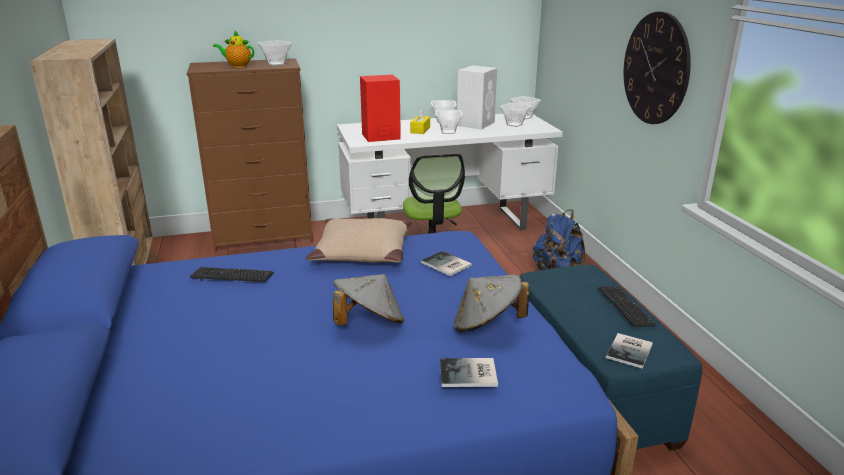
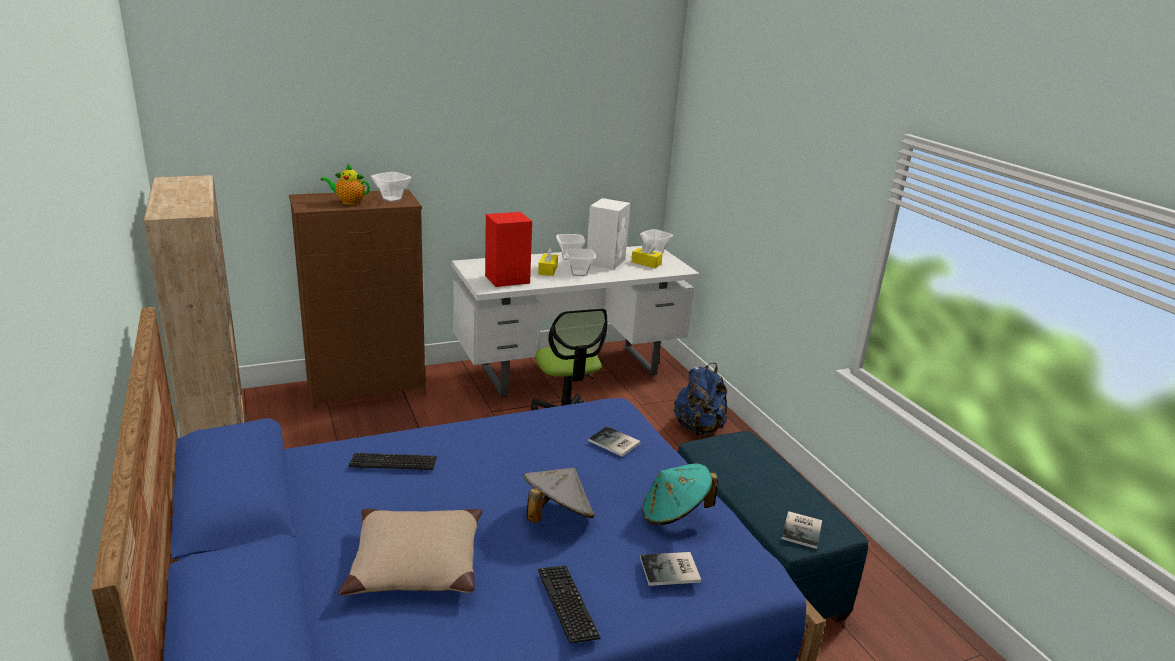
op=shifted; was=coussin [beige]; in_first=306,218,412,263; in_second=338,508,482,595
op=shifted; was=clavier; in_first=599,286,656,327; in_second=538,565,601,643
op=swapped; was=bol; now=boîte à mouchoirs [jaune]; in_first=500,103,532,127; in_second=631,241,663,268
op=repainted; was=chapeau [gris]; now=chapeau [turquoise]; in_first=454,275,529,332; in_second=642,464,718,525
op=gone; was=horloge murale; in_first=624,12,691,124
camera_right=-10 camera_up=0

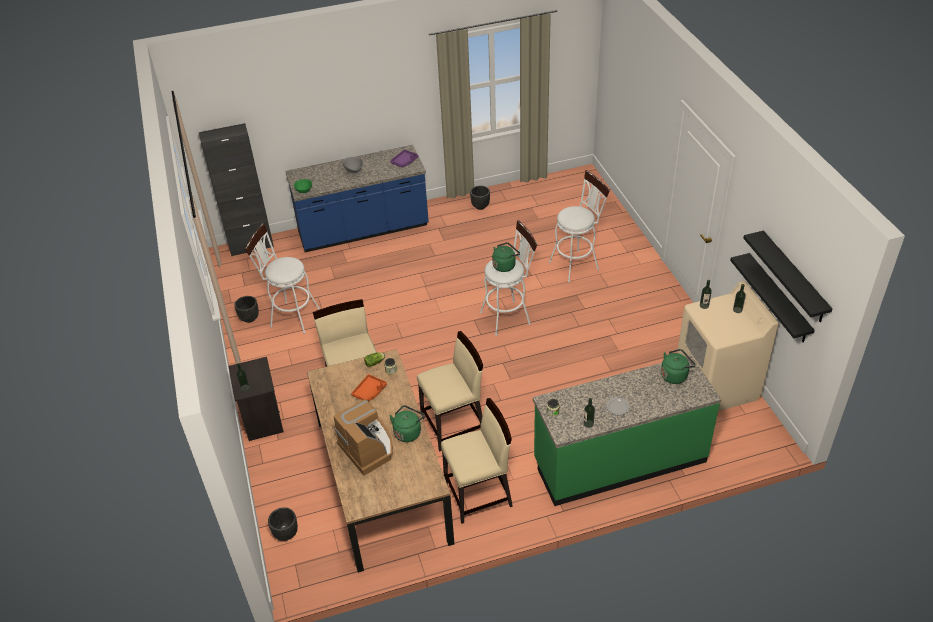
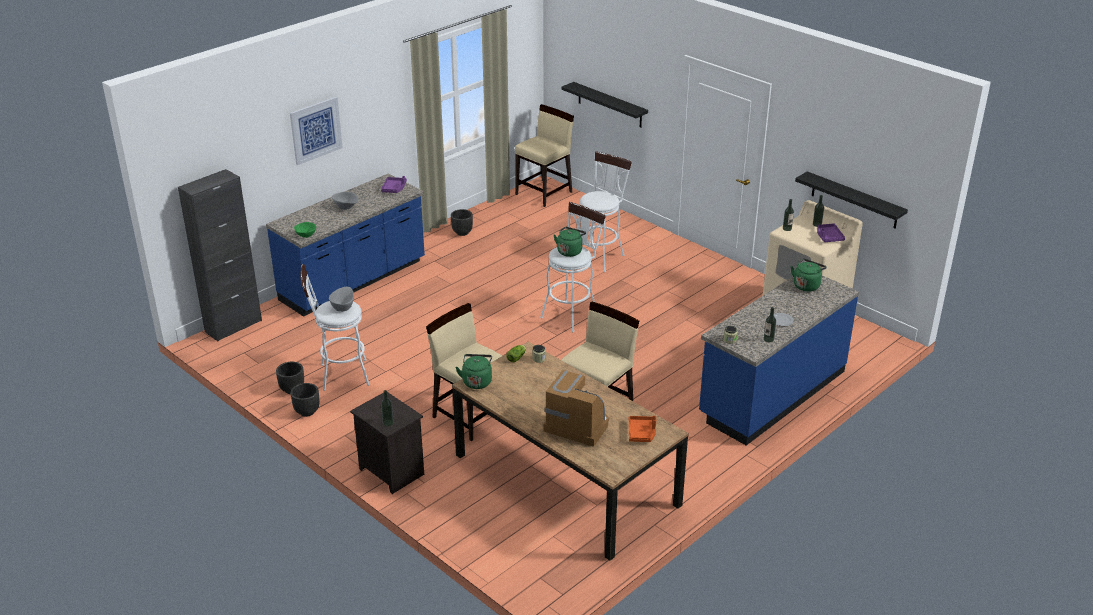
op=new; now=tableau; in_second=290,97,343,165
op=shifted; was=cache-pot [noir]; in_first=268,507,298,541; in_second=291,383,320,417
op=new; now=bol [gris]; in_second=329,287,354,312
op=shifted; was=bouilloire [vert]; in_first=389,405,425,442; in_second=455,354,492,389
op=shifted; was=chaise [beige]; in_first=441,398,513,524; in_second=515,104,574,207
op=shifted; was=étagère [noir]; in_first=743,231,832,322; in_second=562,82,648,128
op=shifted; was=plateau [orange]; in_first=351,374,387,401; in_second=629,416,656,442
op=repainted; was=comptoir de cuisine [vert]; now=comptoir de cuisine [bleu]; in_first=533,355,721,506; in_second=699,276,859,445
op=new; now=plateau [violet]; in_second=817,223,845,242
camera_right=-30 camera_up=-10

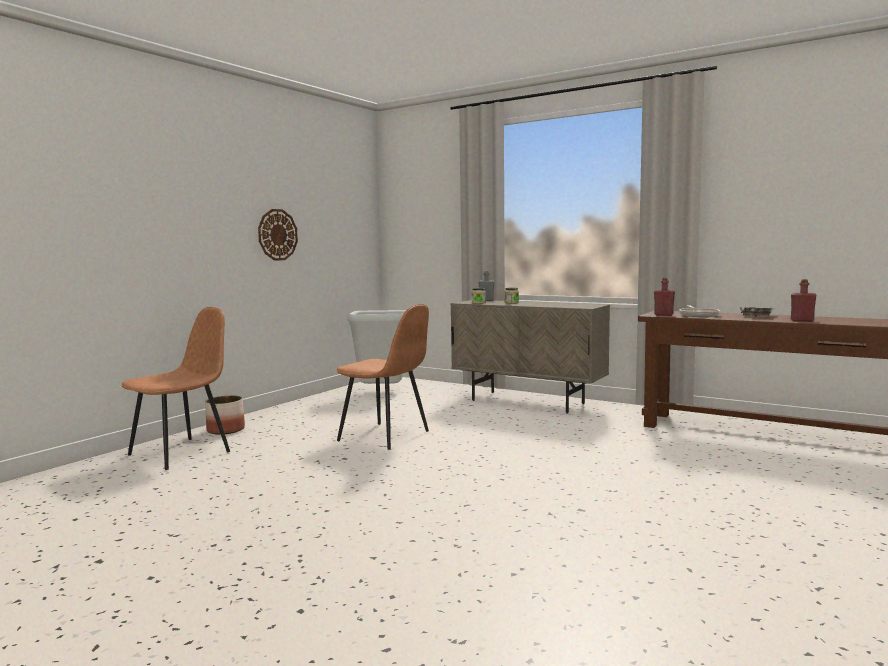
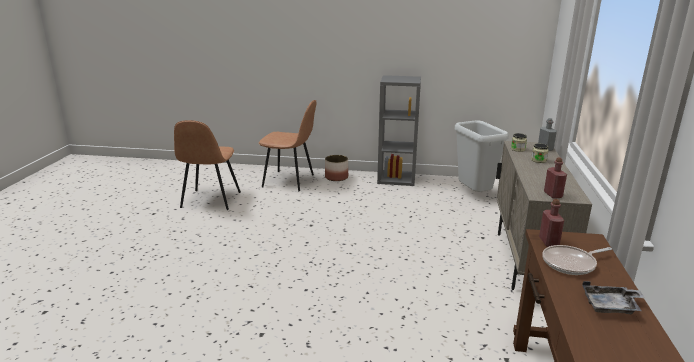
op=shifted; was=chaise [marron]; in_first=337,304,429,450; in_second=174,120,241,210
op=new; now=bibliothèque [gris]; in_second=377,75,421,186
op=shifted; was=bouteille [rouge]; in_first=791,279,816,322; in_second=544,157,567,199
op=gone; was=horloge murale; in_first=258,209,298,261
camera_right=65 camera_up=15

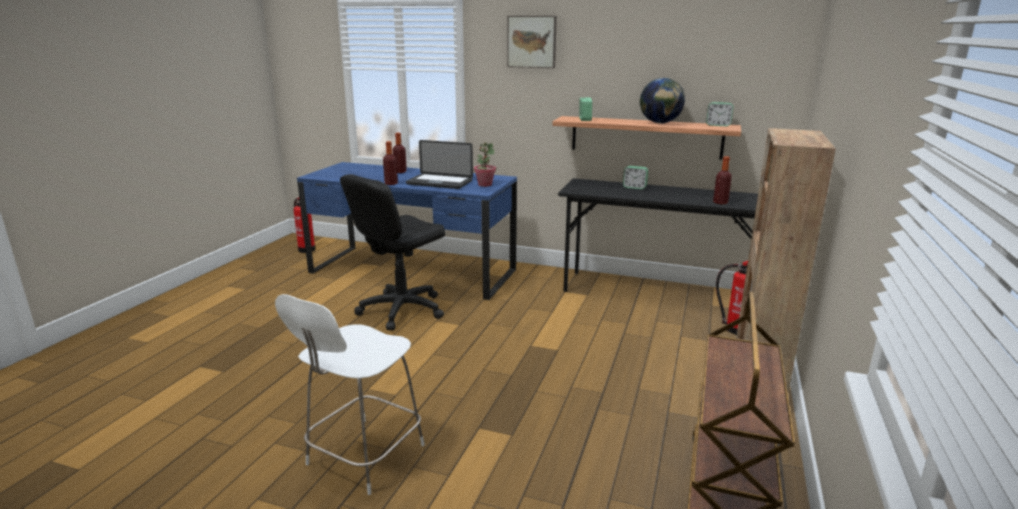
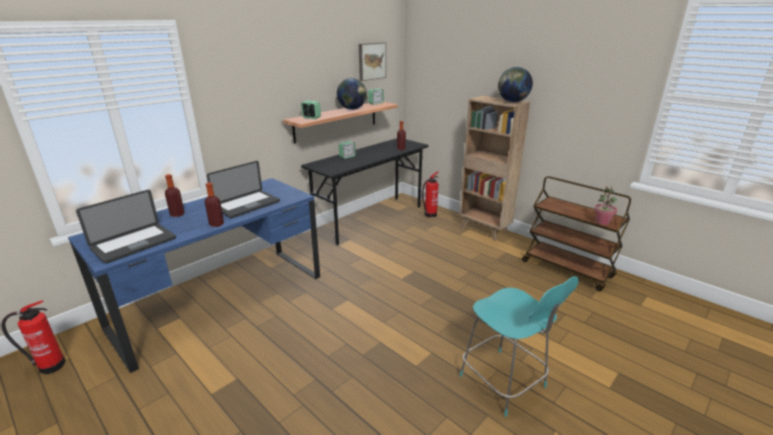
op=new; now=ordinateur portable; in_second=76,190,176,264
op=shifted; was=tableau; in_first=507,16,557,68; in_second=359,42,386,81
op=repainted; was=chaise [blanc]; now=chaise [turquoise]; in_first=275,294,425,495; in_second=460,276,579,417
op=new; now=globe; in_second=498,67,533,102
op=shifted; was=plante en pot; in_first=474,142,496,187; in_second=595,187,617,225
op=gone; was=chaise de bureau [noir]; in_first=340,174,445,330
camera_right=-65 camera_up=5

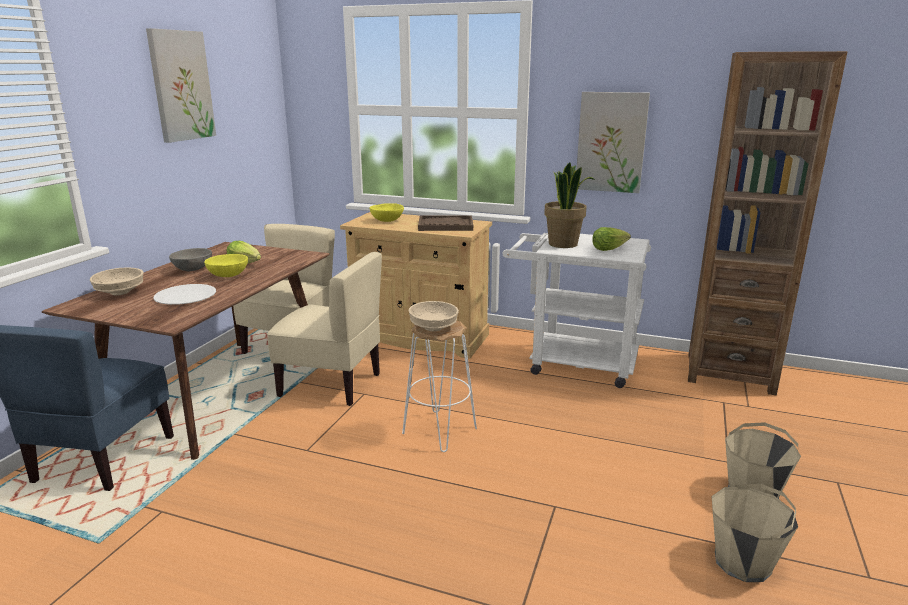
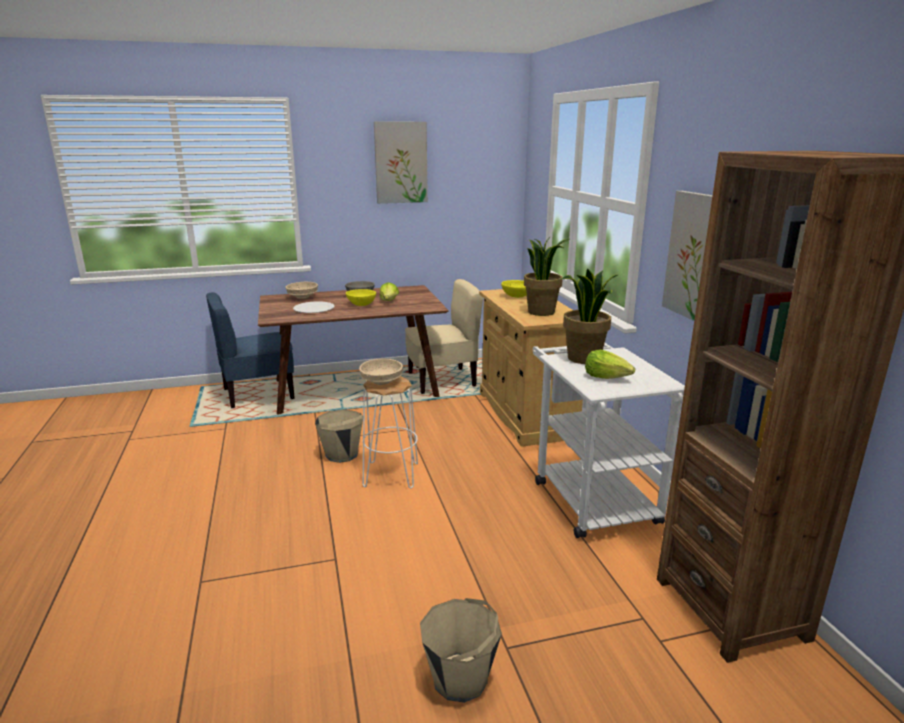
op=shifted; was=seau [beige]; in_first=711,484,798,582; in_second=315,409,363,463
op=swapped; was=plateau [marron]; now=plante en pot; in_first=418,215,473,231; in_second=524,237,569,316
op=gone; was=chaise [beige]; in_first=267,252,382,406
camera_right=55 camera_up=0

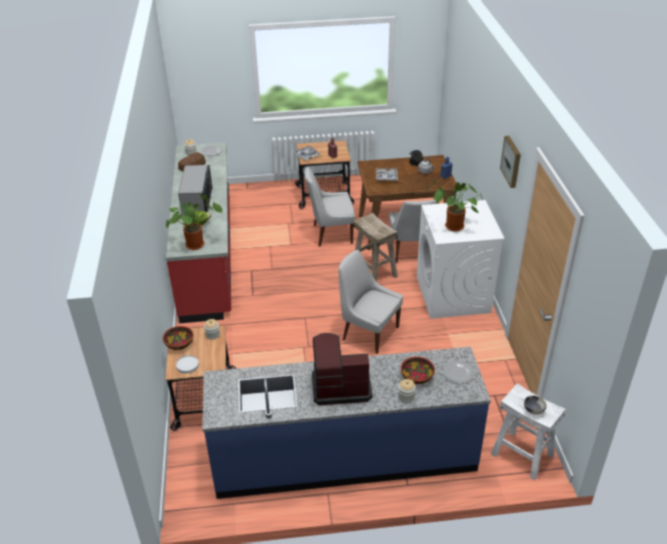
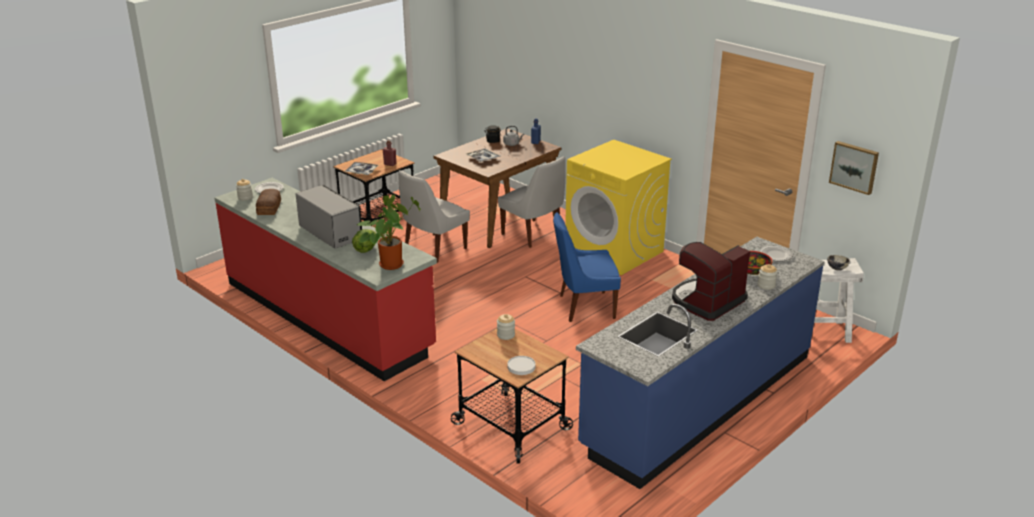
op=repainted; was=chaise [blanc]; now=chaise [bleu]; in_first=338,250,403,354; in_second=553,212,621,322
op=repainted; was=lave-linge [blanc]; now=lave-linge [jaune]; in_first=417,200,505,319; in_second=565,140,672,275
op=shifted; was=tableau; in_first=500,136,521,188; in_second=829,141,879,195
op=gone; was=bol; in_first=163,326,193,350
op=gone; was=tabouret [beige]; in_first=354,213,398,281
op=gone; was=plante en pot; in_first=426,178,483,231
camera_right=-40 camera_up=-10

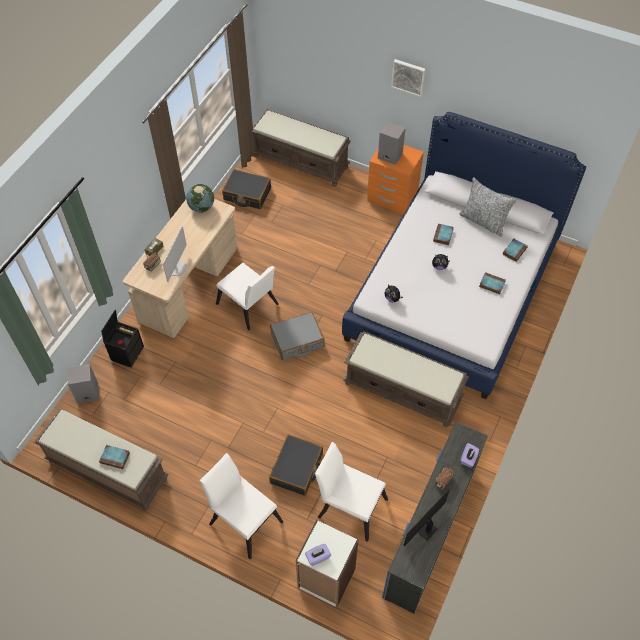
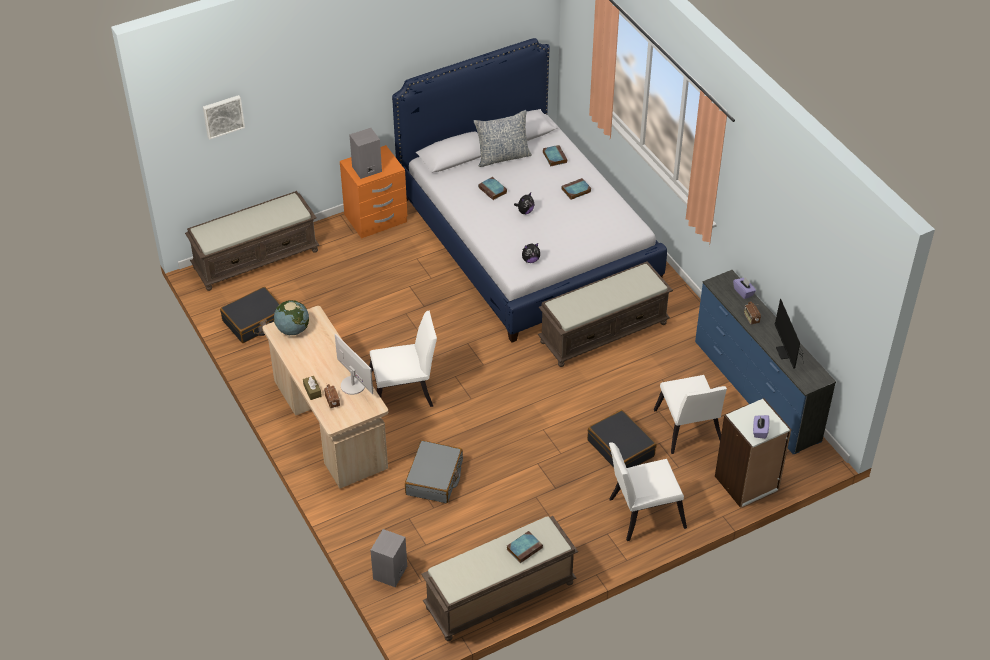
op=shifted; was=tableau; in_first=391,59,425,97; in_second=203,95,245,140
op=shifted; was=valise [gris]; in_first=270,312,325,360; in_second=405,440,463,503
op=rotated; was=chaise [blanc]; in_first=315,442,388,542; in_second=654,375,727,454; clockwise=-75
op=gone; was=boîte de rangement [noir]; in_first=101,309,144,368
camera_right=-55 camera_up=-10

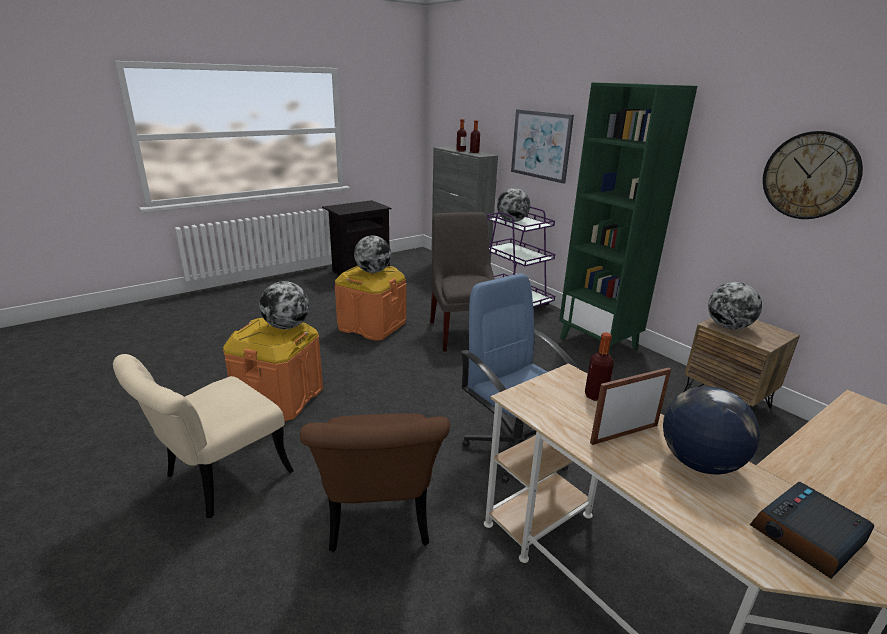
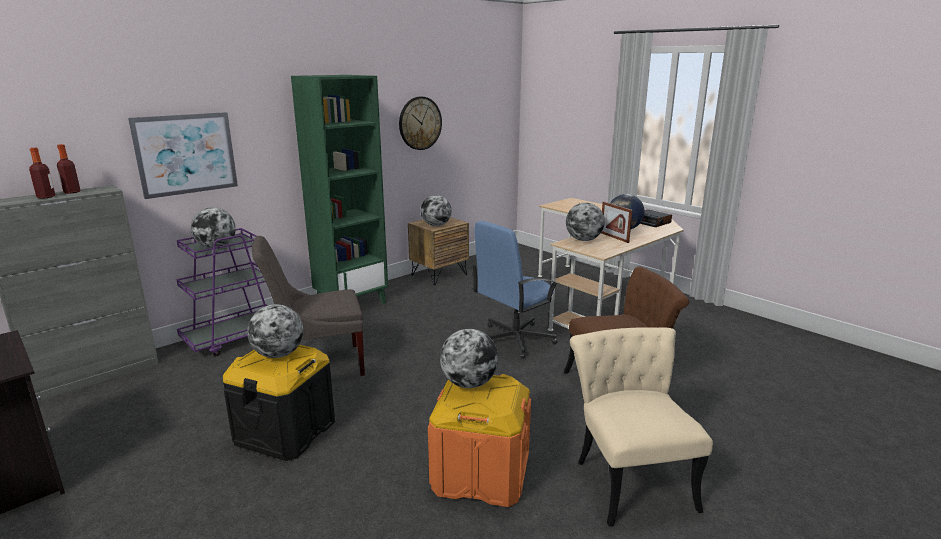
op=repainted; was=boîte de rangement [orange]; now=boîte de rangement [noir]; in_first=335,266,406,341; in_second=223,345,335,461
op=swapped; was=bouteille; now=globe; in_first=585,332,614,401; in_second=566,203,605,241
op=rotated; was=chaise [beige]; in_first=113,354,294,518; in_second=570,327,713,526; clockwise=-135
camera_right=-95 camera_up=-5

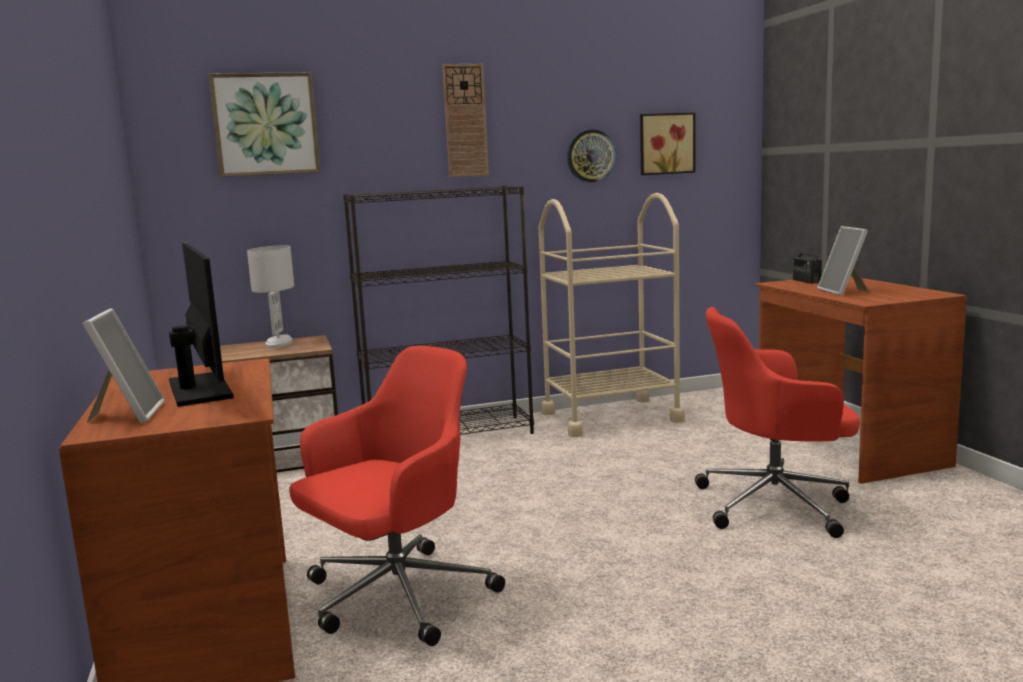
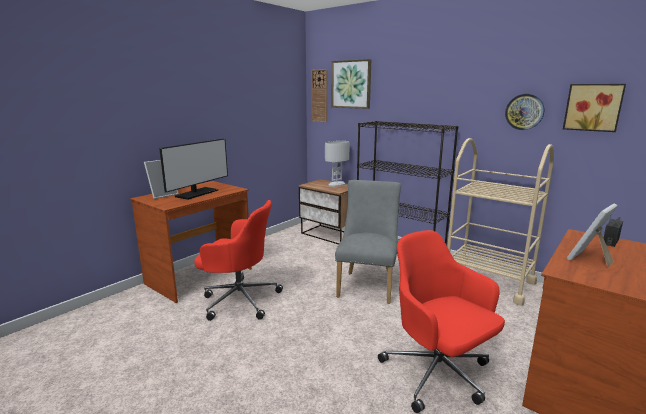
op=shifted; was=horloge murale; in_first=442,64,489,177; in_second=312,69,327,122
op=new; now=chaise [gris]; in_second=335,180,401,304
camera_right=55 camera_up=5

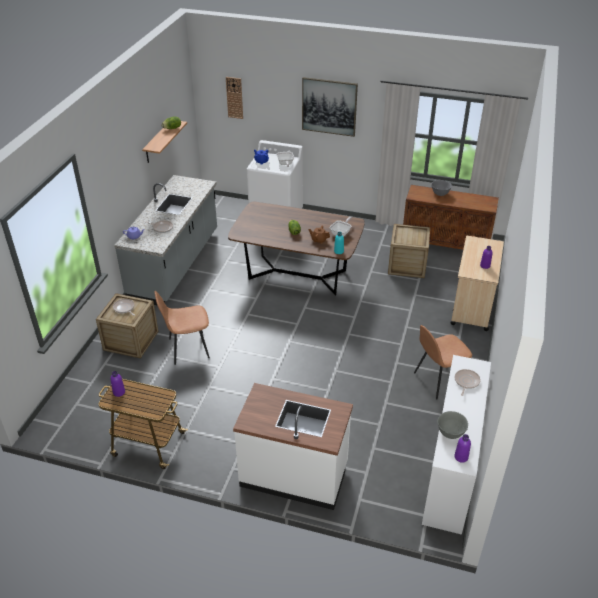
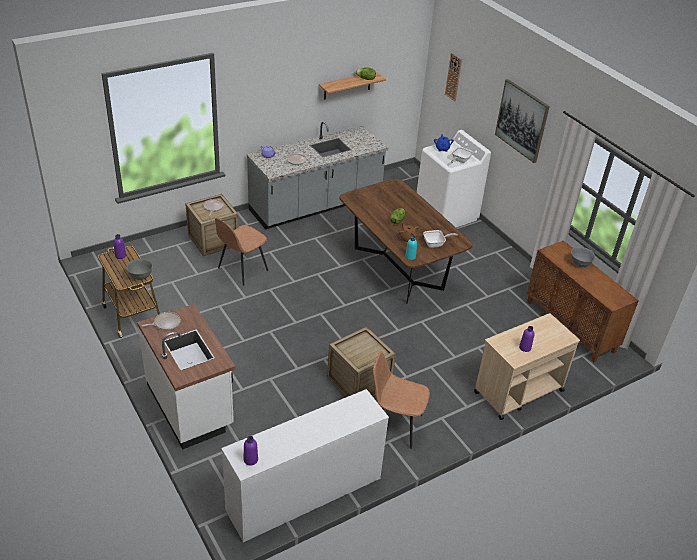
op=shifted; was=bol [gris]; in_first=438,411,468,439; in_second=126,259,153,280
op=shifted; was=poêle; in_first=455,369,481,396; in_second=142,312,180,330
op=rotated; was=chaise [marron]; in_first=155,291,210,365; in_second=215,218,268,286; clockwise=-75
op=shifted; was=caisse; in_first=388,224,430,278; in_second=327,326,396,397
camera_right=40 camera_up=0

